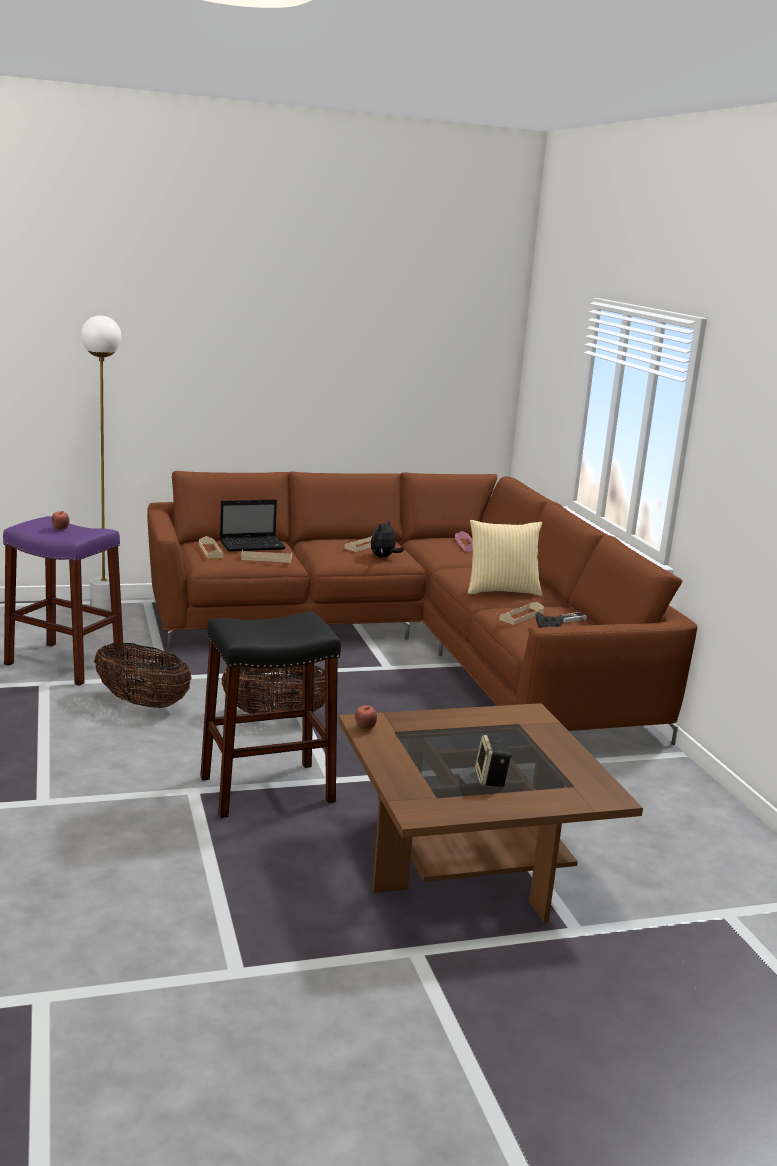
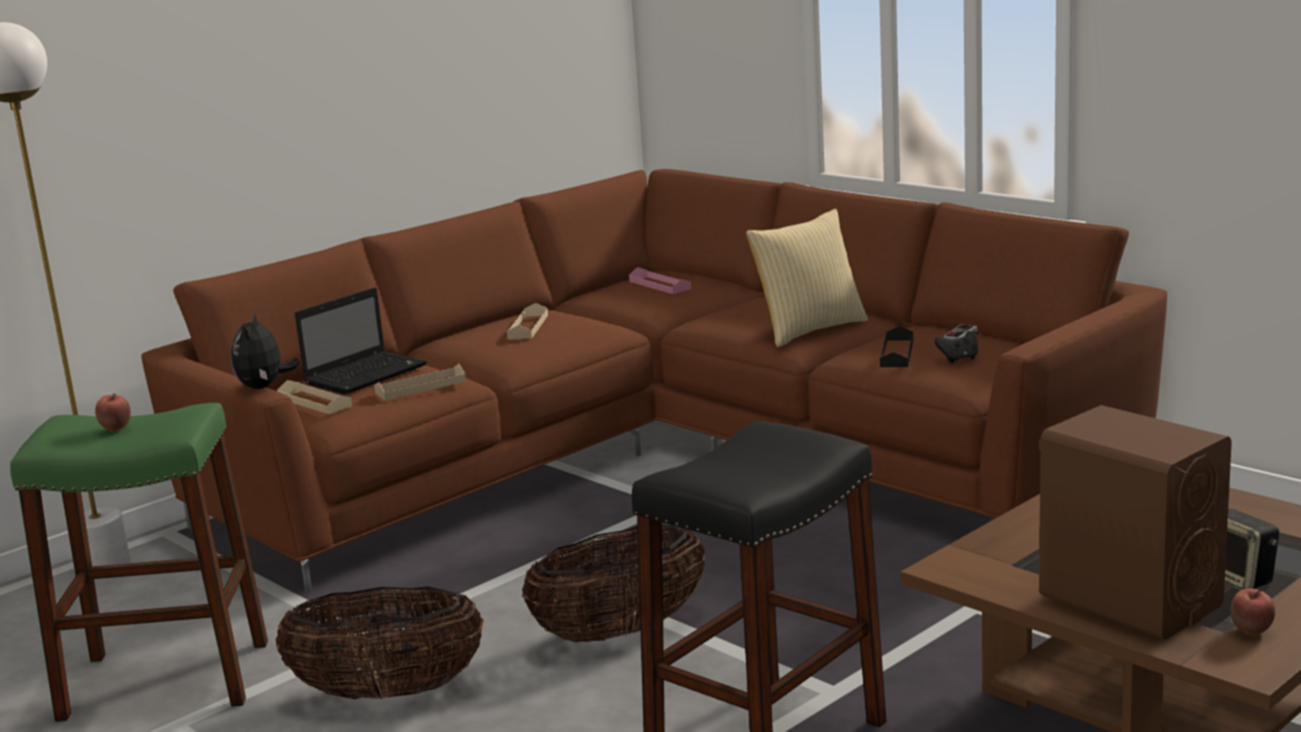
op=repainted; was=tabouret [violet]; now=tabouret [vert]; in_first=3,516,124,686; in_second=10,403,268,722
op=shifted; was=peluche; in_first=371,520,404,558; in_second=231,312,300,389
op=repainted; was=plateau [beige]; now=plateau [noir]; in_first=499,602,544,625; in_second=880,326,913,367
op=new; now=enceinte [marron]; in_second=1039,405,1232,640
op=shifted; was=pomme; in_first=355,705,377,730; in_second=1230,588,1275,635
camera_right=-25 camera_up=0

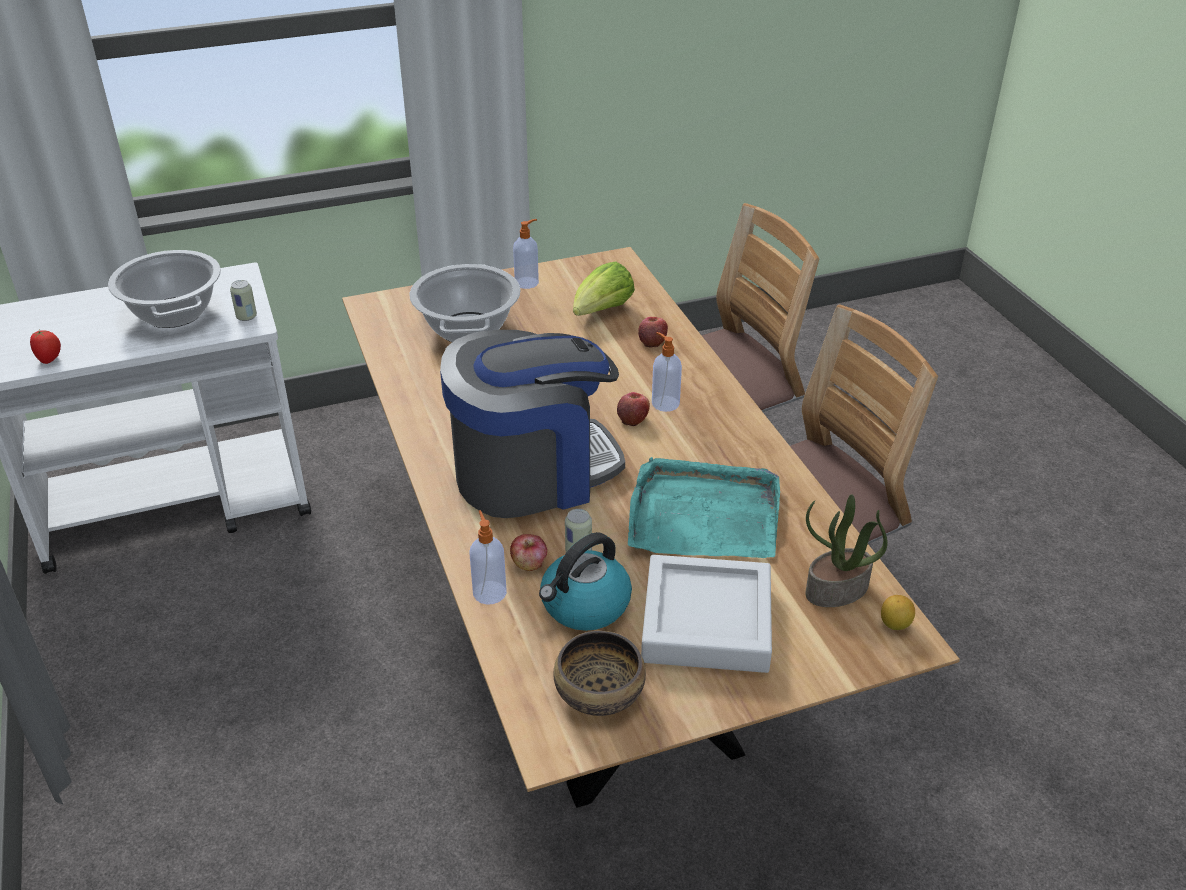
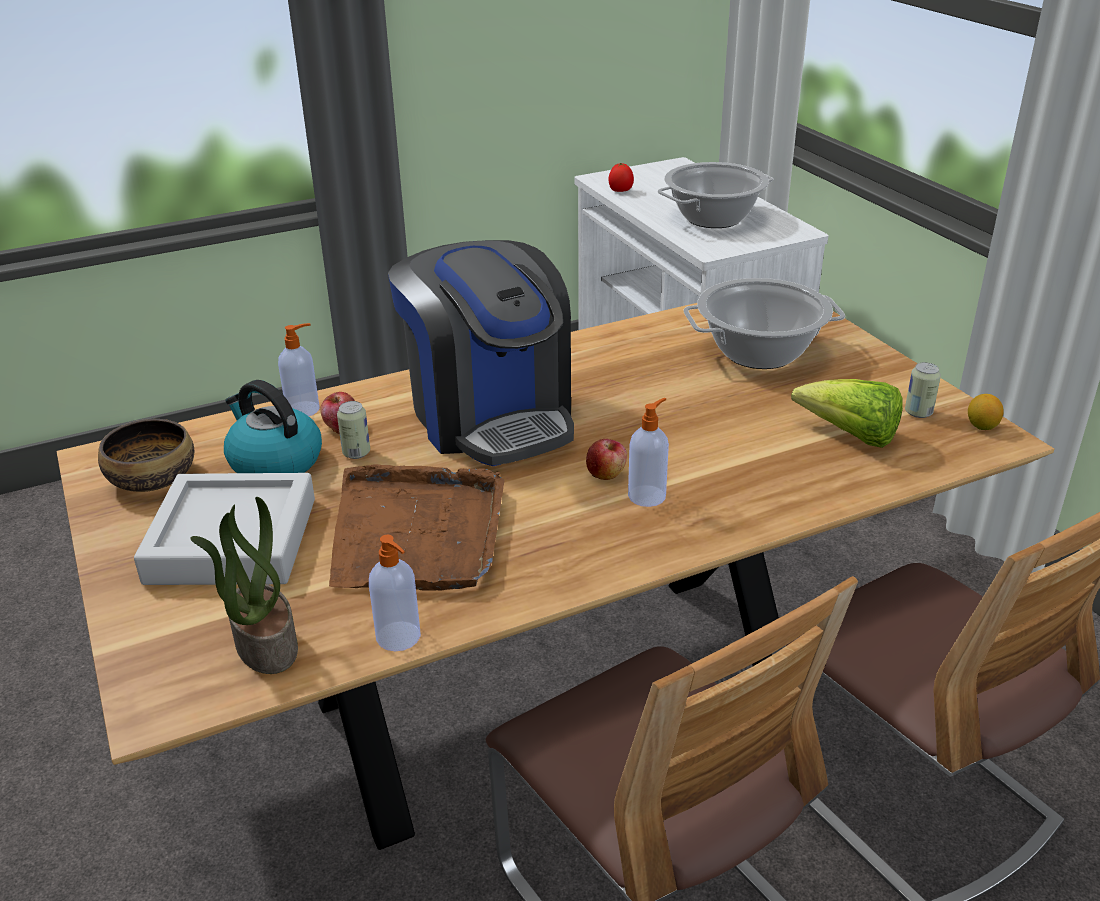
op=repainted; was=plateau [turquoise]; now=plateau [marron]; in_first=628,457,780,558; in_second=329,464,505,591
op=shifted; was=distributeur de savon; in_first=513,219,539,289; in_second=369,535,421,651
op=shifted; was=boîte métallique; in_first=230,280,257,321; in_second=905,362,941,418
op=shifted; was=citron; in_first=881,595,915,630; in_second=968,394,1004,430
op=gone; was=pomme; in_first=638,317,668,348
camera_right=85 camera_up=-5

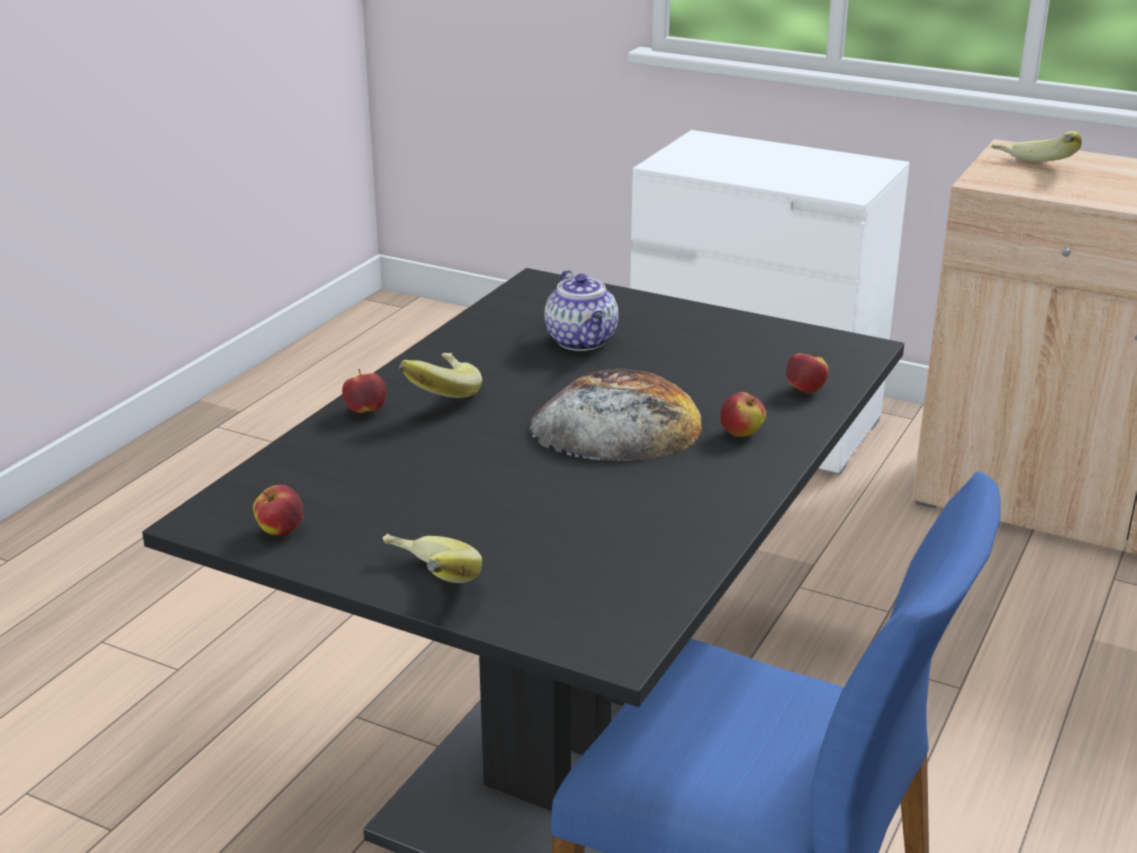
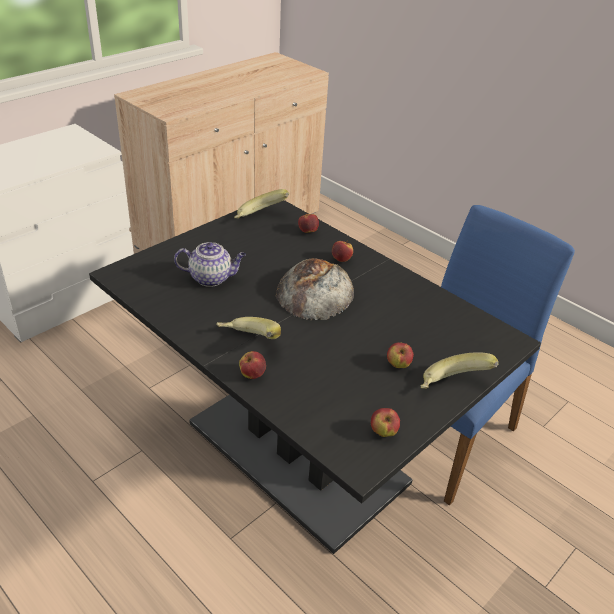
op=shifted; was=banane; in_first=991,131,1082,162; in_second=234,189,289,218
op=new; now=pomme; in_second=387,342,414,368
camera_right=-75 camera_up=10

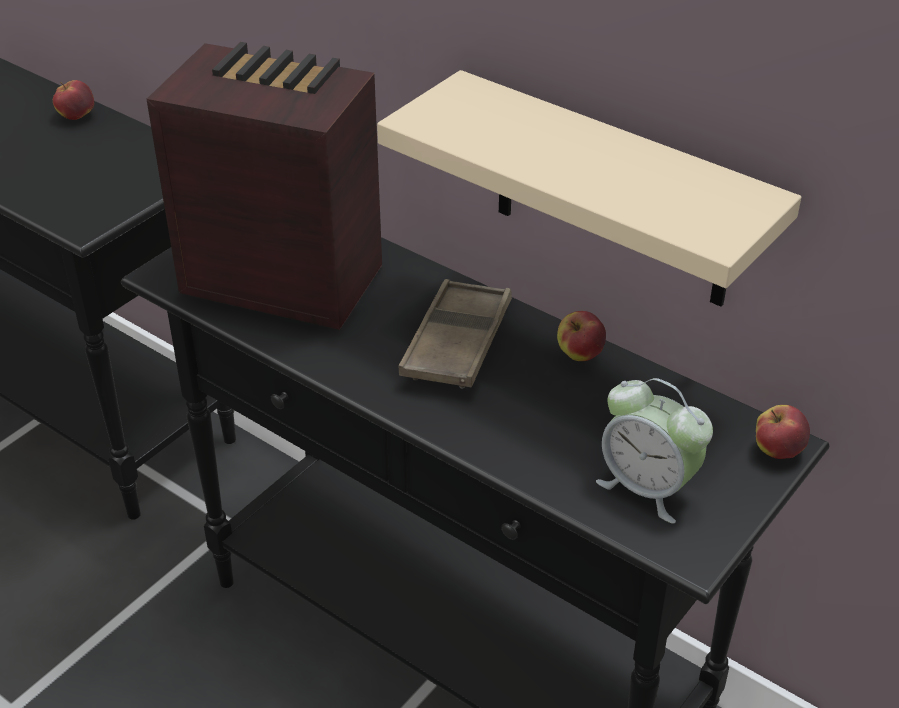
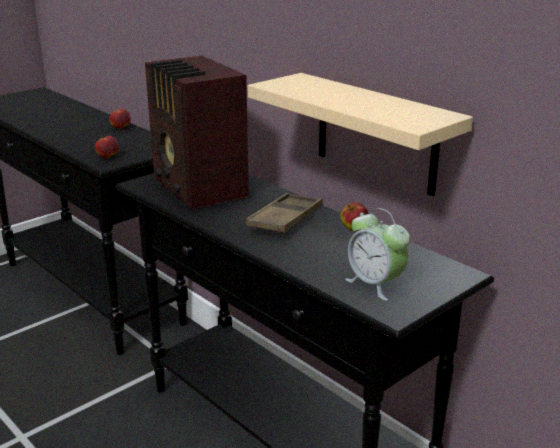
op=shifted; was=pomme; in_first=756,405,810,459; in_second=95,135,119,158
op=rotated; was=radio; in_first=147,42,382,330; in_second=145,55,249,210; clockwise=-150
camera_right=10 camera_up=-15

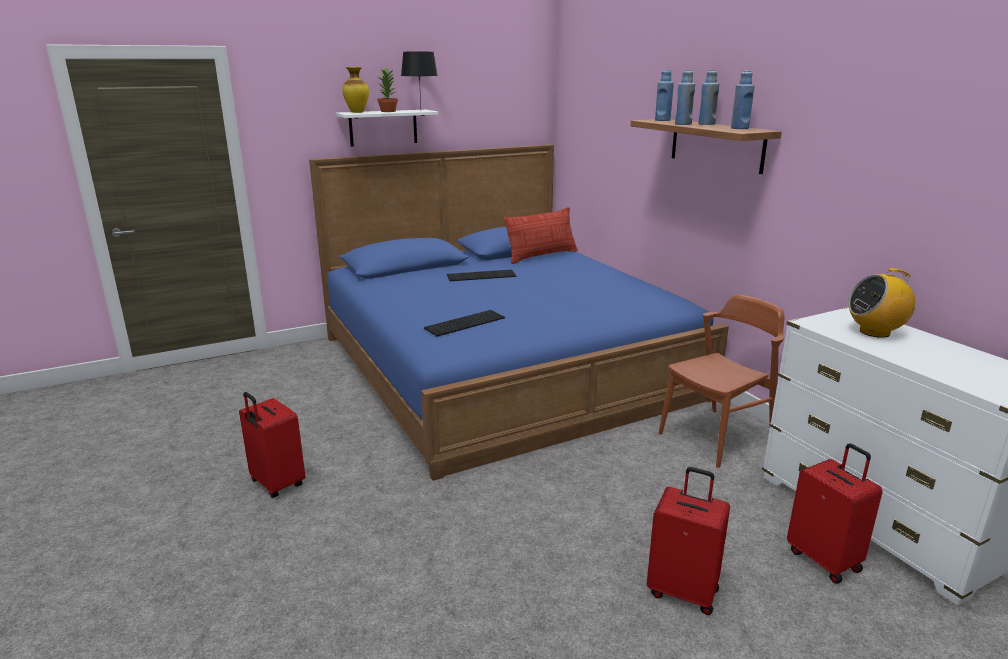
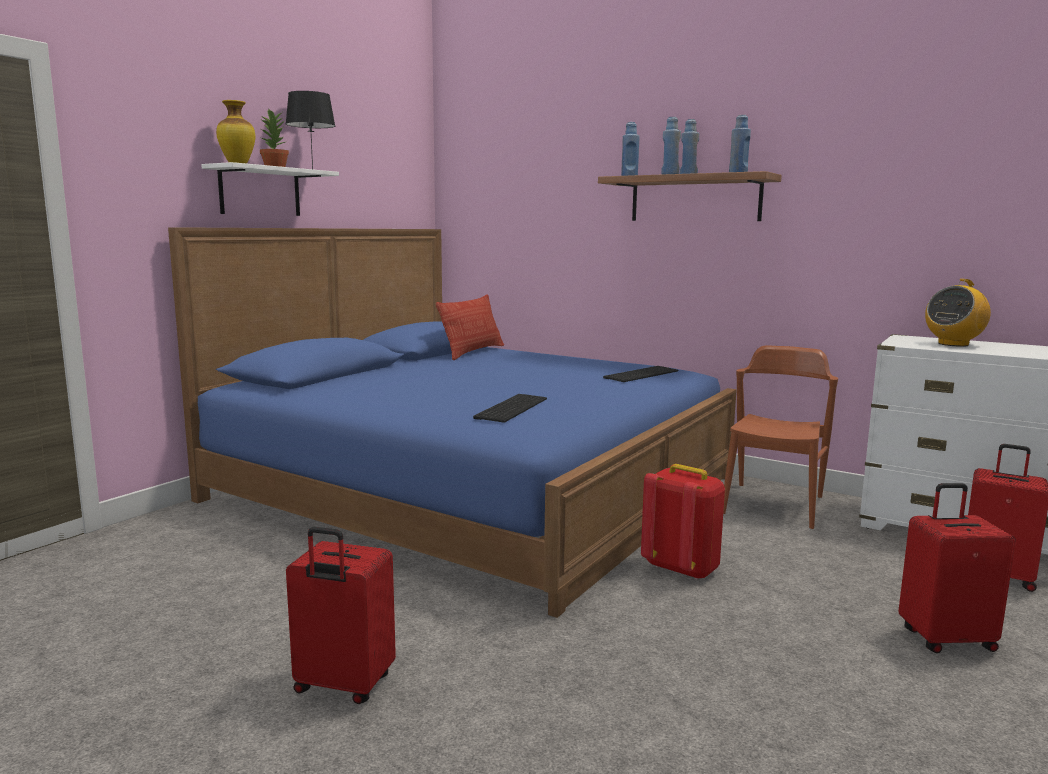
op=shifted; was=clavier; in_first=447,270,517,281; in_second=603,366,678,382
op=new; now=sac à dos [rouge]; in_second=641,464,725,580
camera_right=-30 camera_up=-10

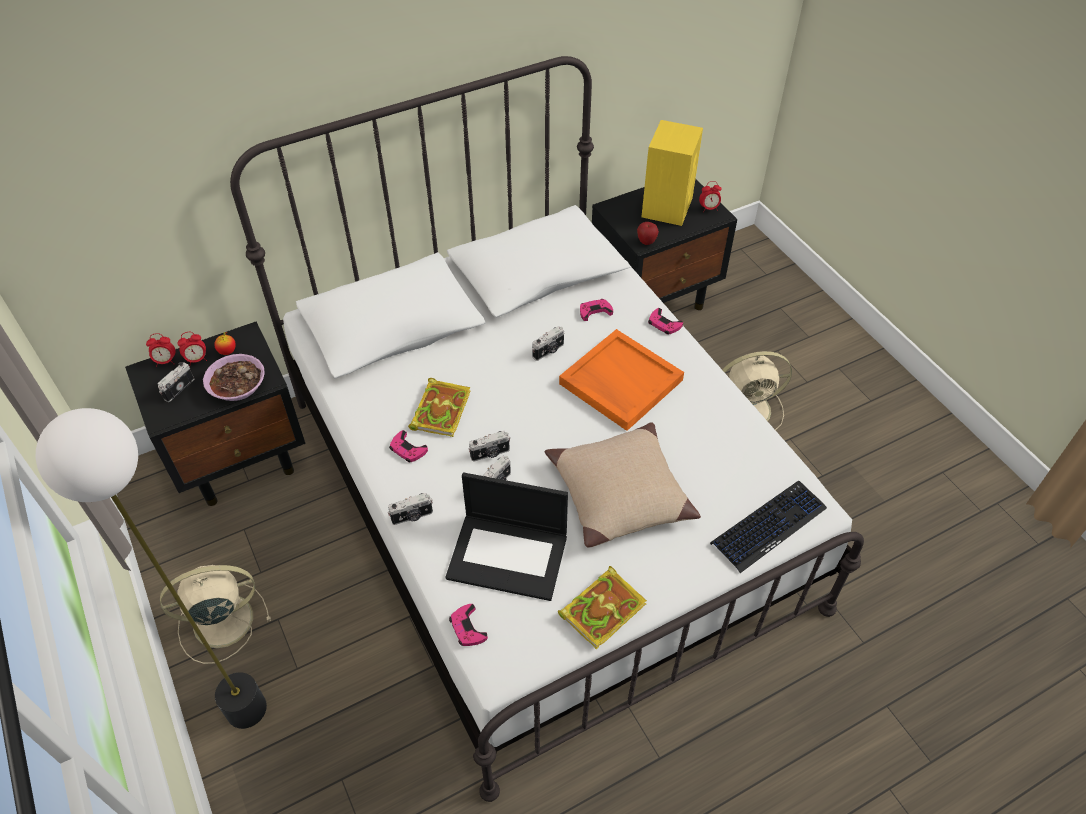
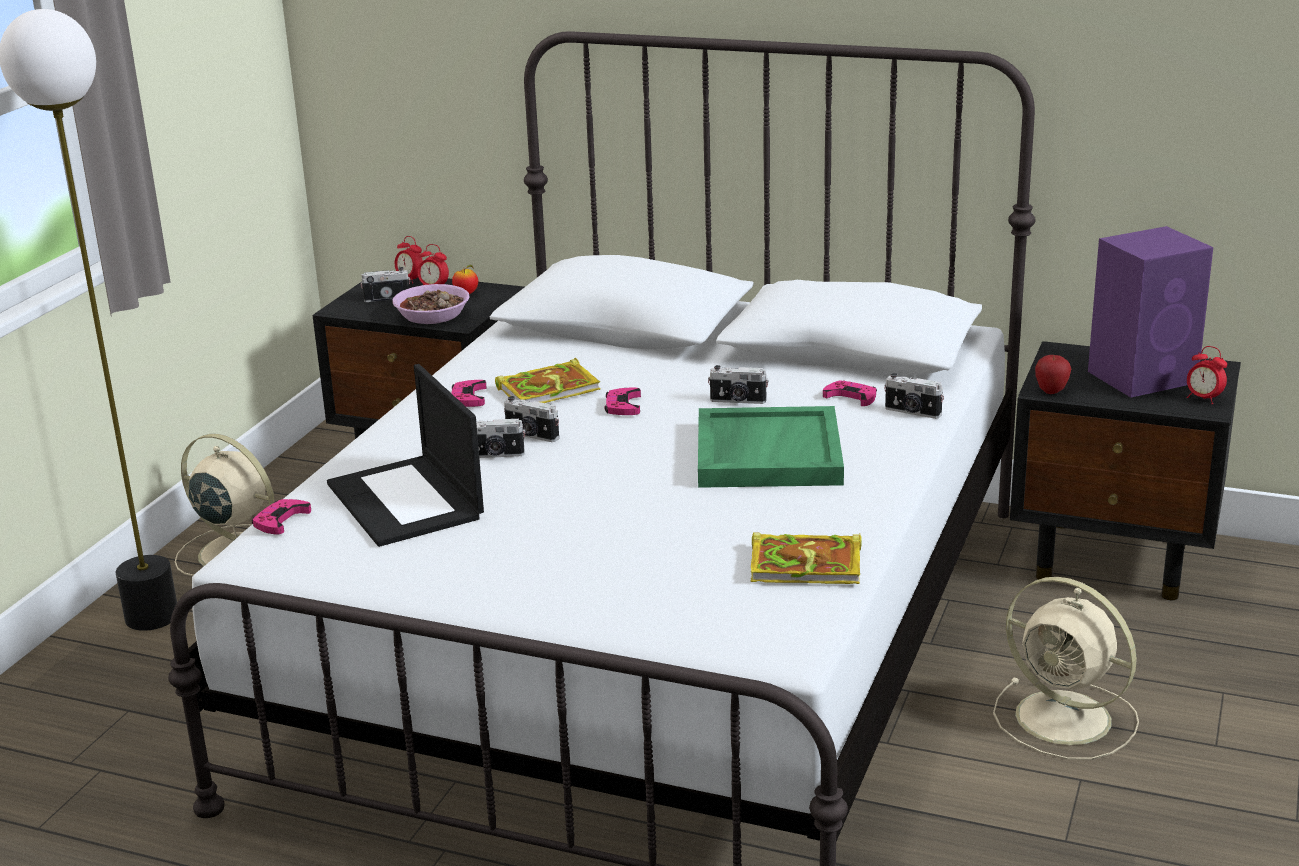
op=shifted; was=manette [rose]; in_first=648,308,683,334; in_second=604,388,641,415
op=repainted; was=plateau [orange]; now=plateau [vert]; in_first=559,329,684,431; in_second=698,406,844,488
op=shifted; was=livre; in_first=558,566,647,649; in_second=751,532,862,584
op=shifted; was=appareil photo; in_first=388,493,433,525; in_second=884,373,944,419
op=repainted; was=enceinte [jaune]; now=enceinte [violet]; in_first=642,120,703,226; in_second=1088,226,1213,398
op=gone; was=coussin [beige]; in_first=545,422,701,547
op=gone; was=clavier; in_first=710,480,827,573
camera_right=50 camera_up=-25

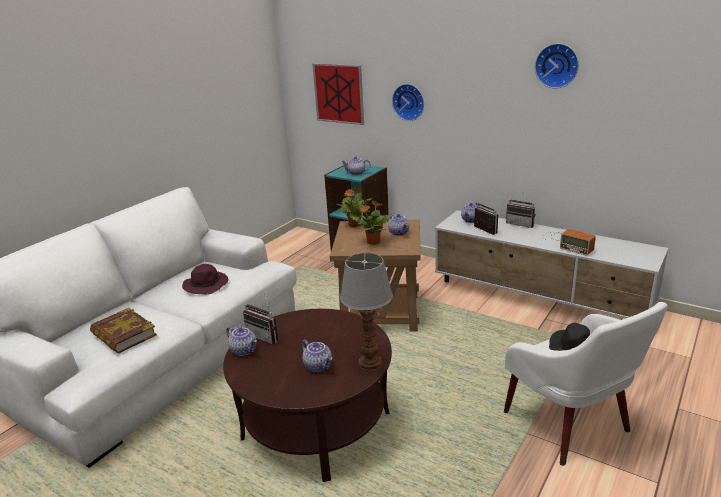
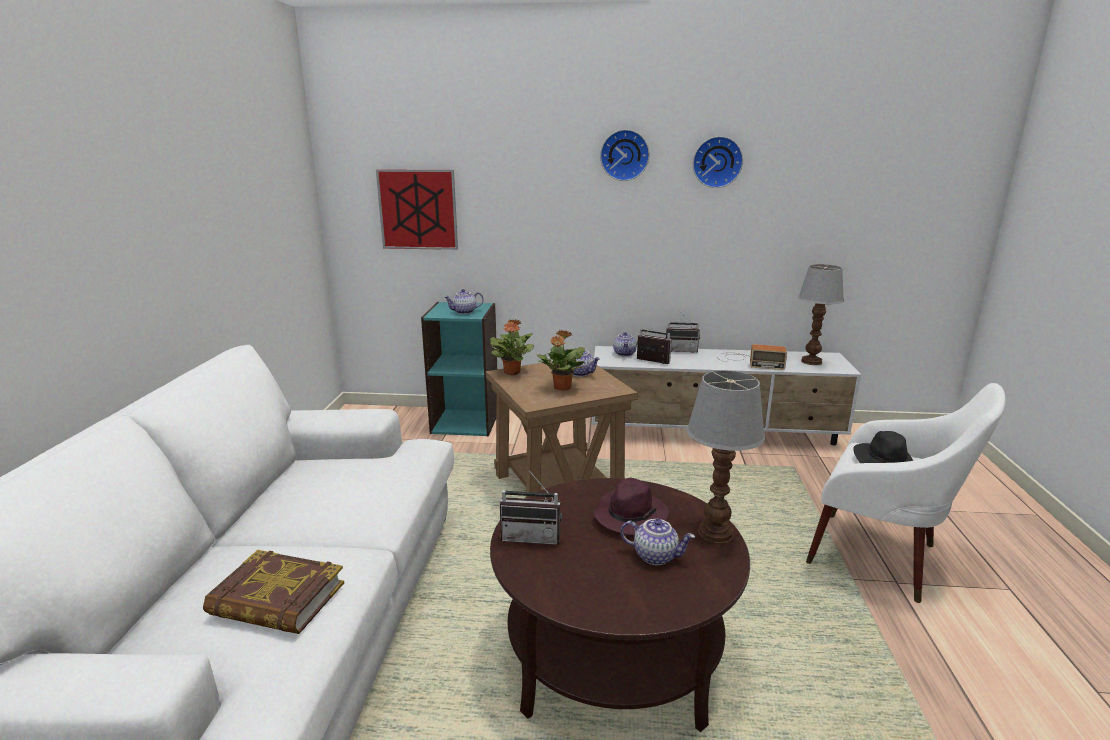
op=shifted; was=chapeau [violet]; in_first=182,264,229,295; in_second=593,478,669,535
op=shifted; was=horloge murale; in_first=392,84,424,121; in_second=600,129,650,181
op=new; now=lampe de table; in_second=798,264,844,365
op=gone; was=théière; in_first=226,326,257,356
camera_right=-30 camera_up=-5

